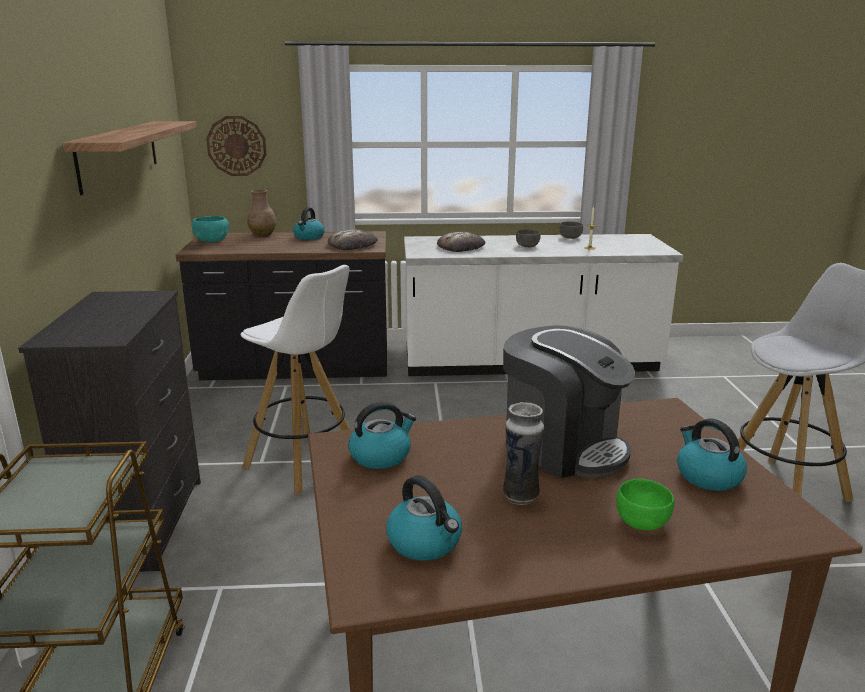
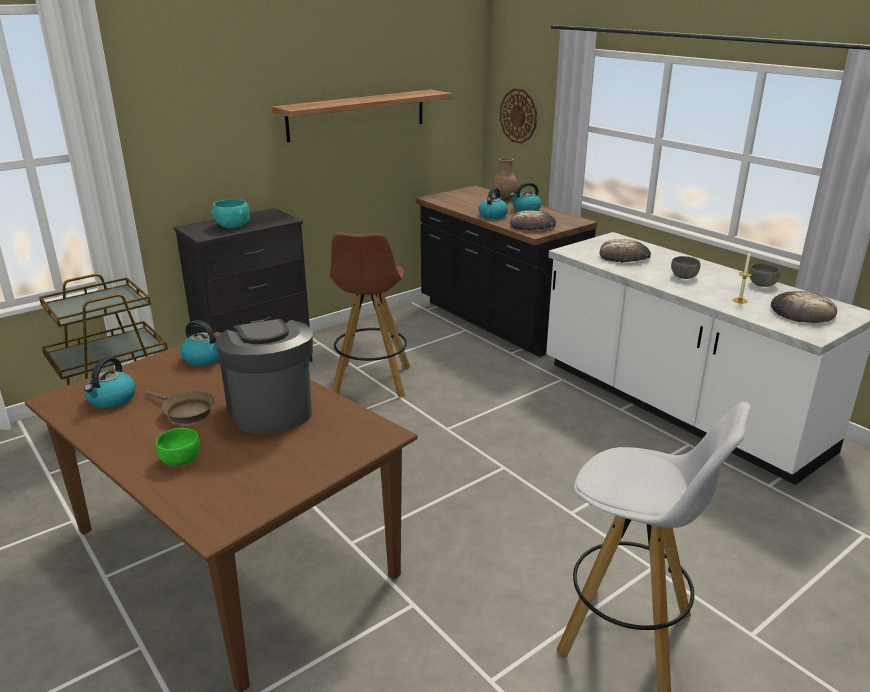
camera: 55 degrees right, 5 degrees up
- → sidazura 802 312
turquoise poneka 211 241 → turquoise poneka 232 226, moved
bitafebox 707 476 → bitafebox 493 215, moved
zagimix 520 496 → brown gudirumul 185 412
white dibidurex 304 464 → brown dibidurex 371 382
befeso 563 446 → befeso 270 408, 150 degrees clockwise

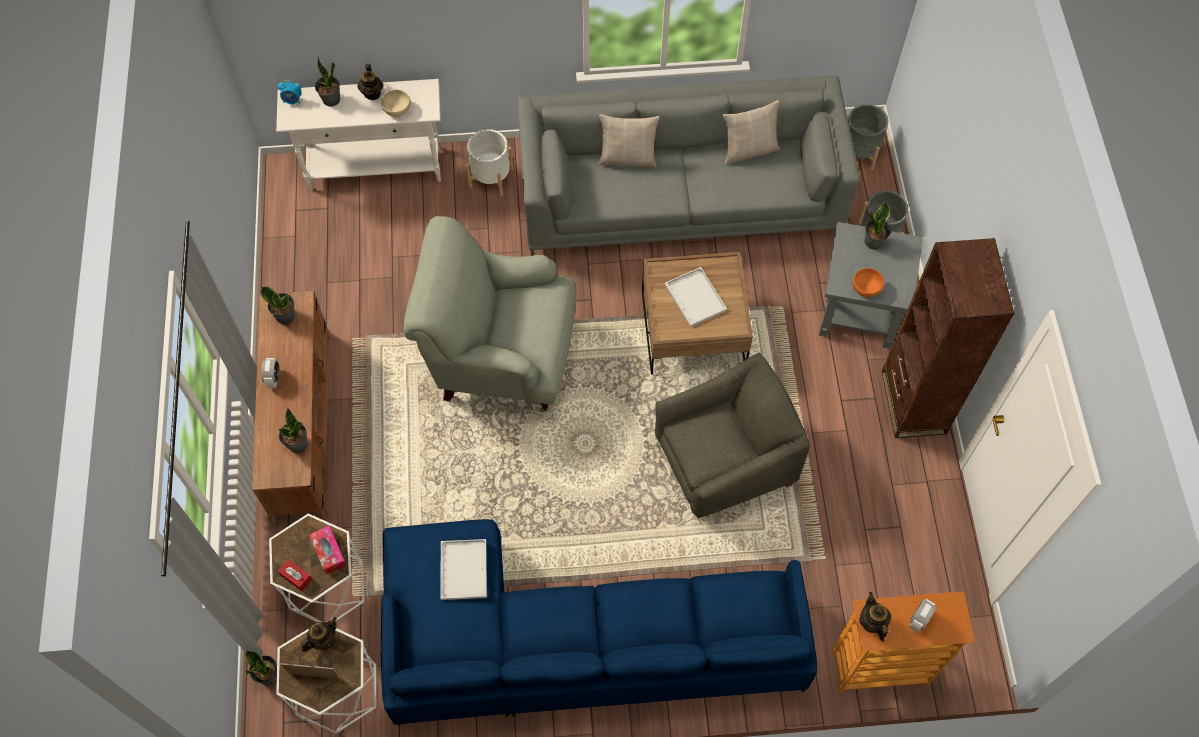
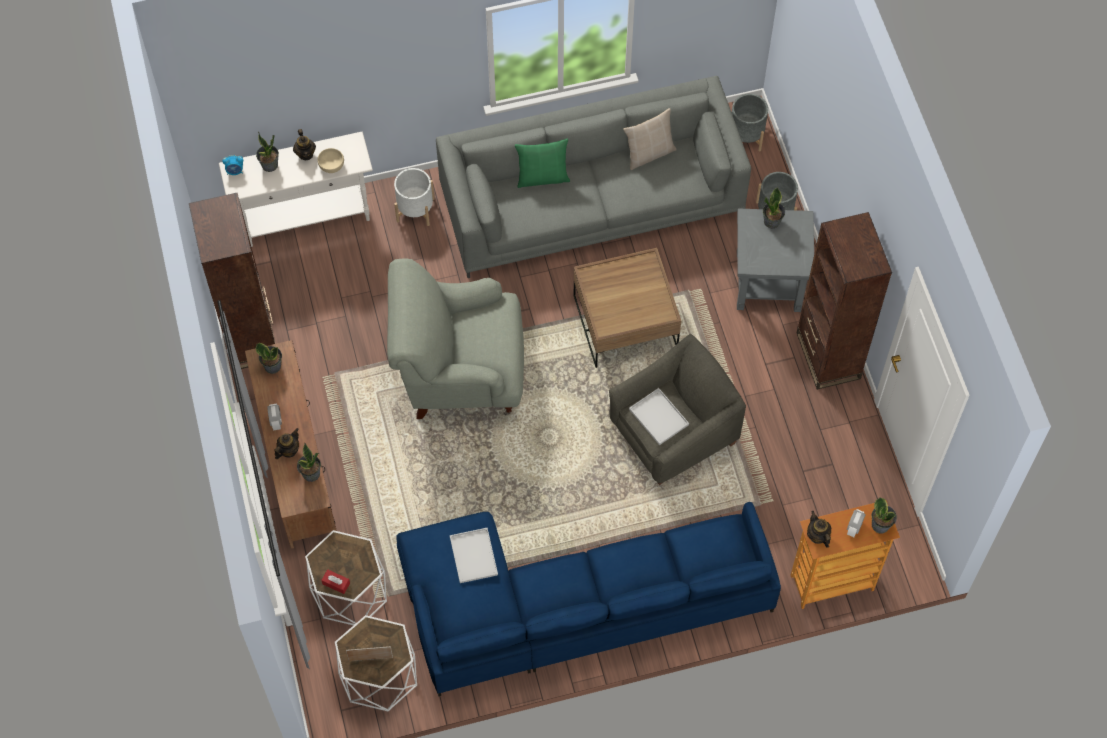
camera: 10 degrees left, 0 degrees up
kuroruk 329 552 → -
orange poneka 866 287 → -
- → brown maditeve 250 337
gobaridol 269 675 → gobaridol 880 525, moved
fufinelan 323 640 → fufinelan 288 450, moved
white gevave 694 297 → white gevave 657 416, moved
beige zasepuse 627 158 → green zasepuse 542 177

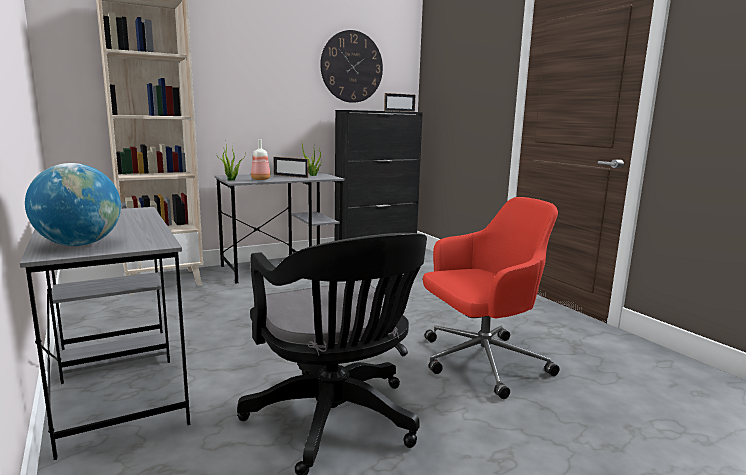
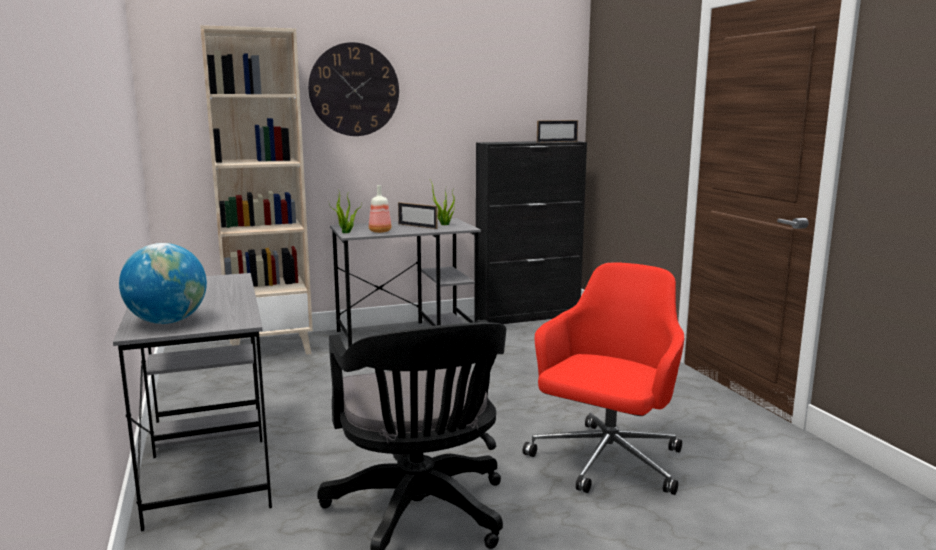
camera: 10 degrees right, 0 degrees up
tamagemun 352 67 → tamagemun 354 90, moved
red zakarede 480 362 → red zakarede 606 462, 45 degrees counterclockwise

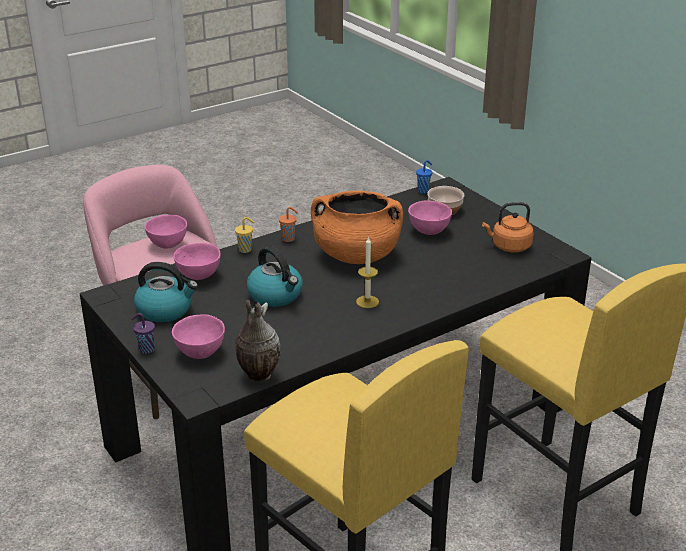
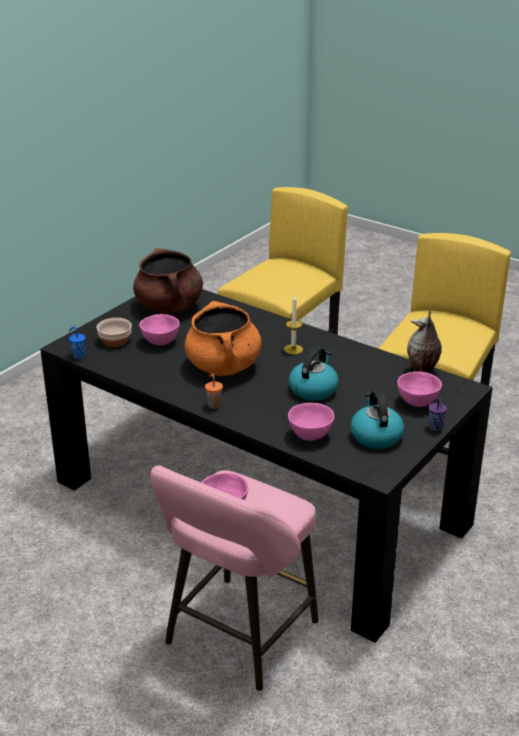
camera: 110 degrees left, 0 degrees up
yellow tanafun 246 250 → -
orange bitafebox 509 246 → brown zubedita 169 307

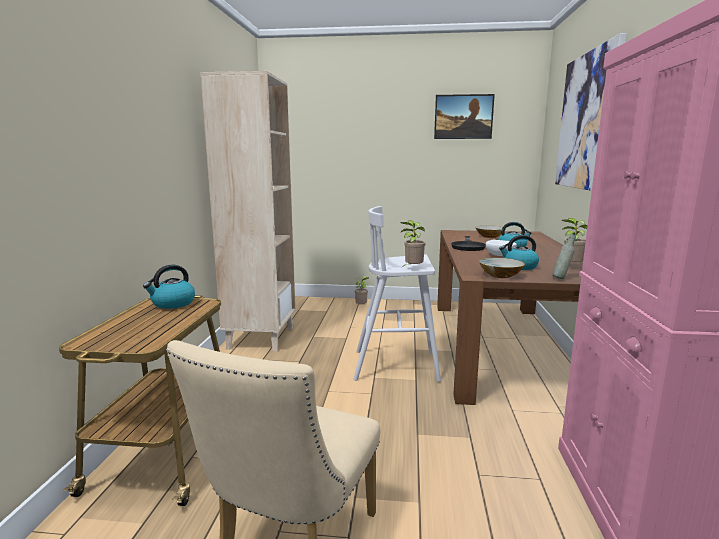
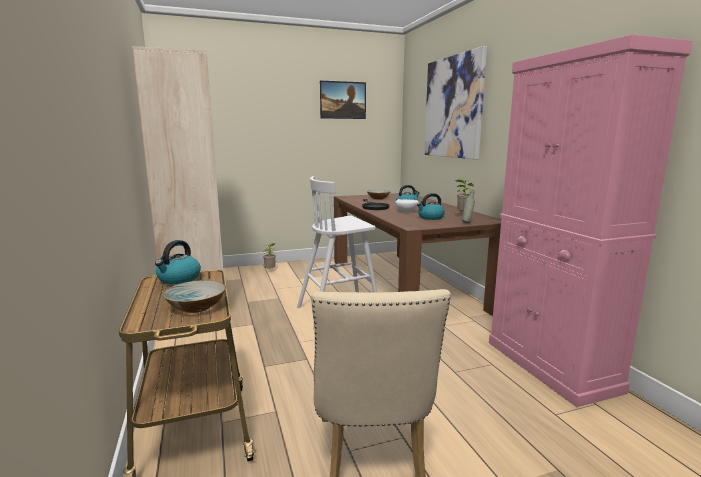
camera: 25 degrees left, 0 degrees up
gobaridol 412 269 → -
poneka 500 275 → poneka 196 307, moved

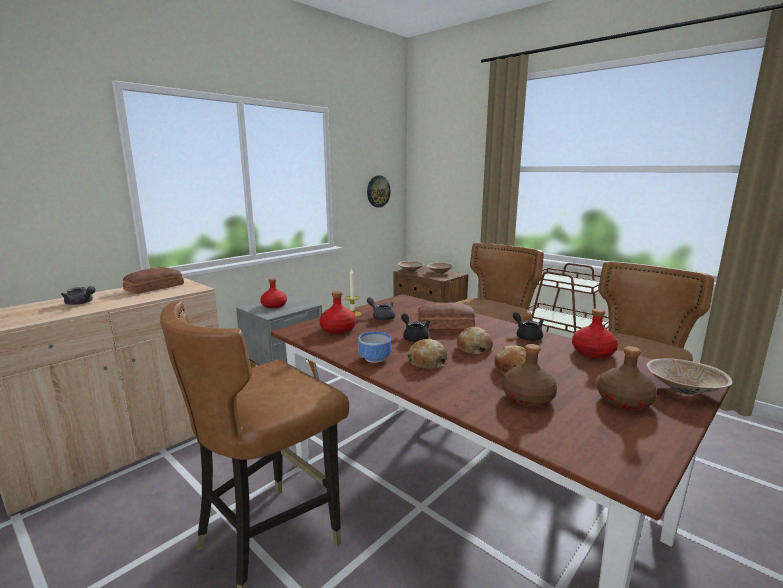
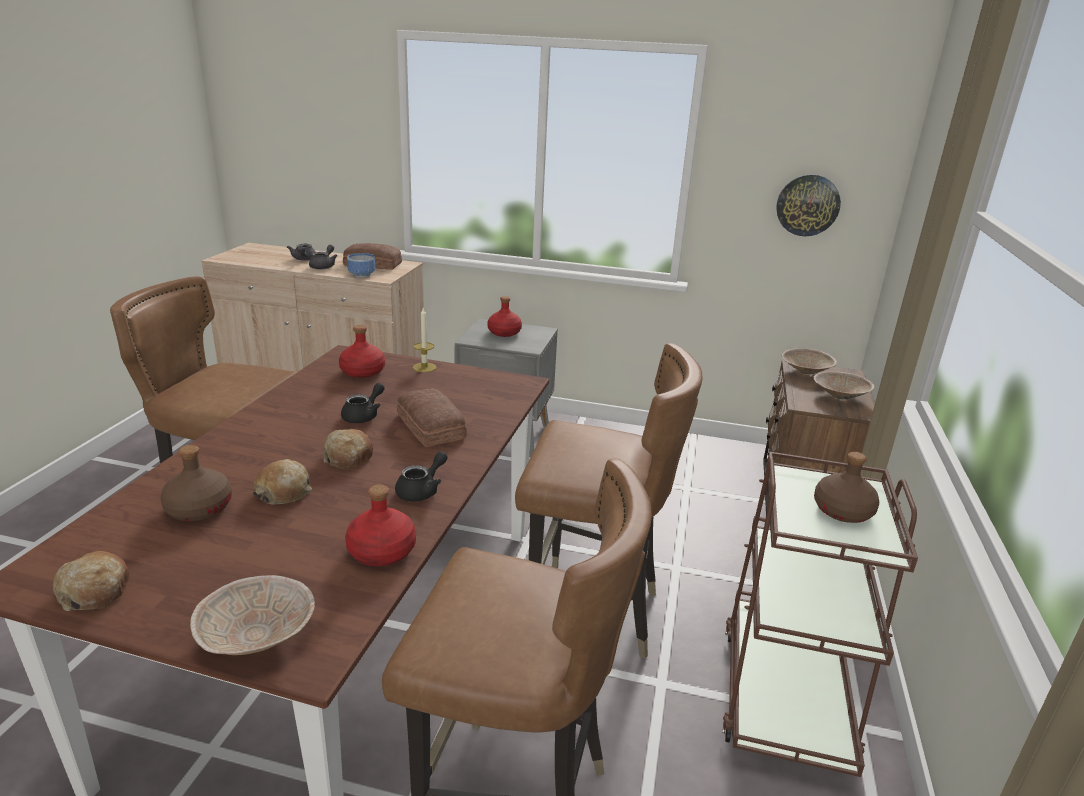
camera: 60 degrees right, 10 degrees up
poneka 374 359 → poneka 360 275, moved
grey fufinelan 381 317 → grey fufinelan 324 266, moved
sidazura 427 361 → sidazura 95 591, moved
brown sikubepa 624 401 → brown sikubepa 842 511, moved

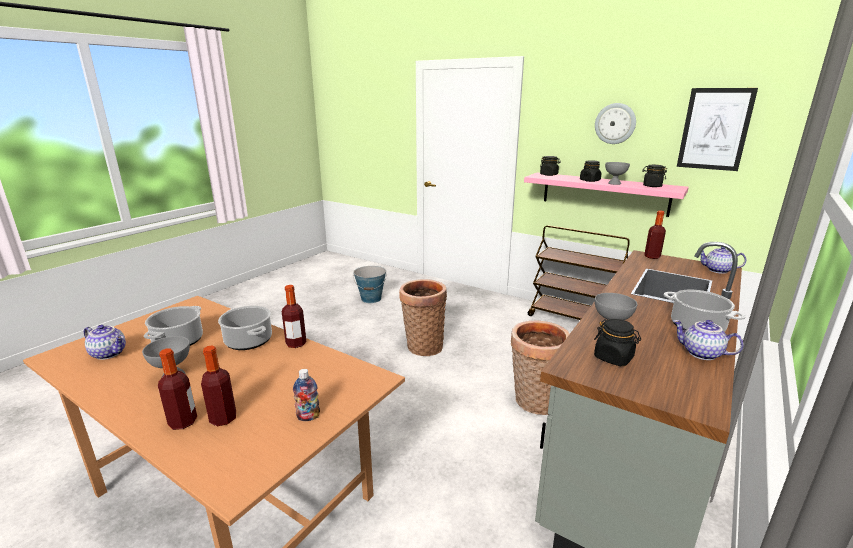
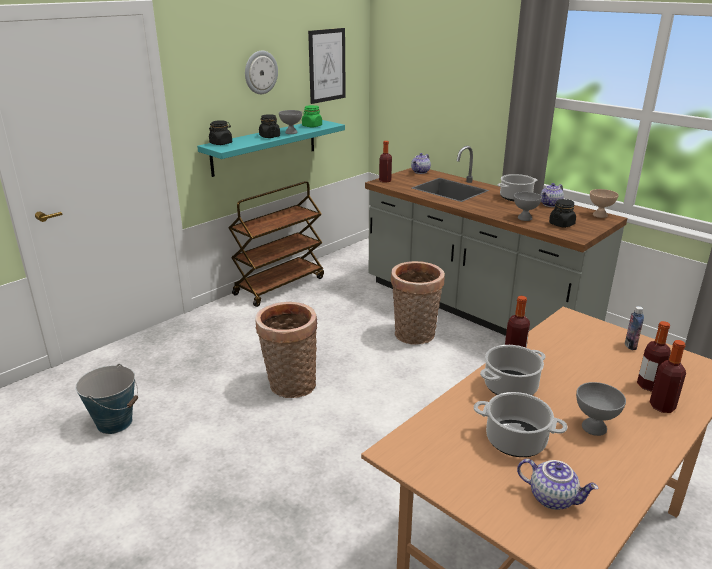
camera: 80 degrees left, 5 degrees up
- → beige poneka 600 215
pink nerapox 604 193 → turquoise nerapox 264 147
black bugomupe 652 186 → green bugomupe 312 126
fufinelan 110 353 → fufinelan 553 497, 90 degrees clockwise

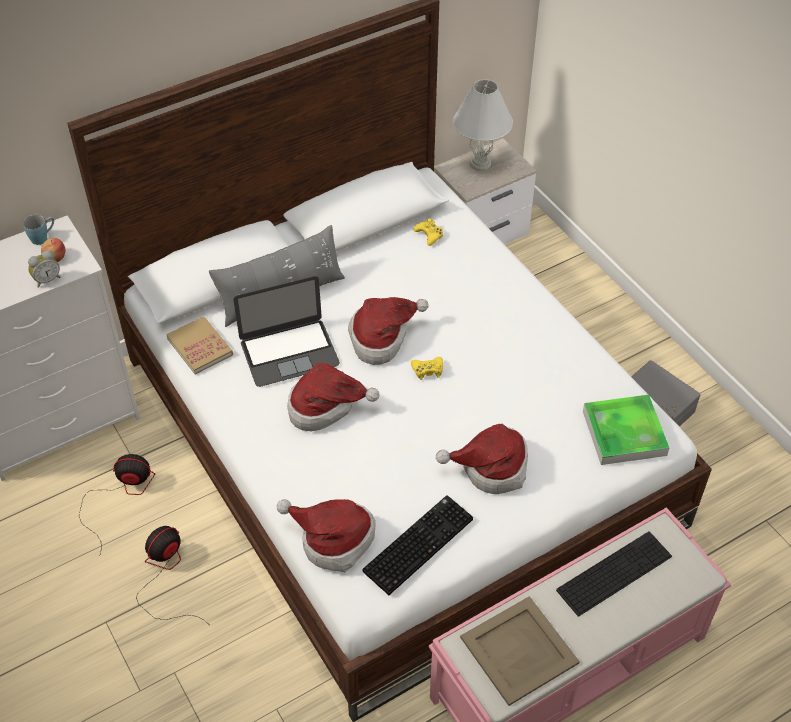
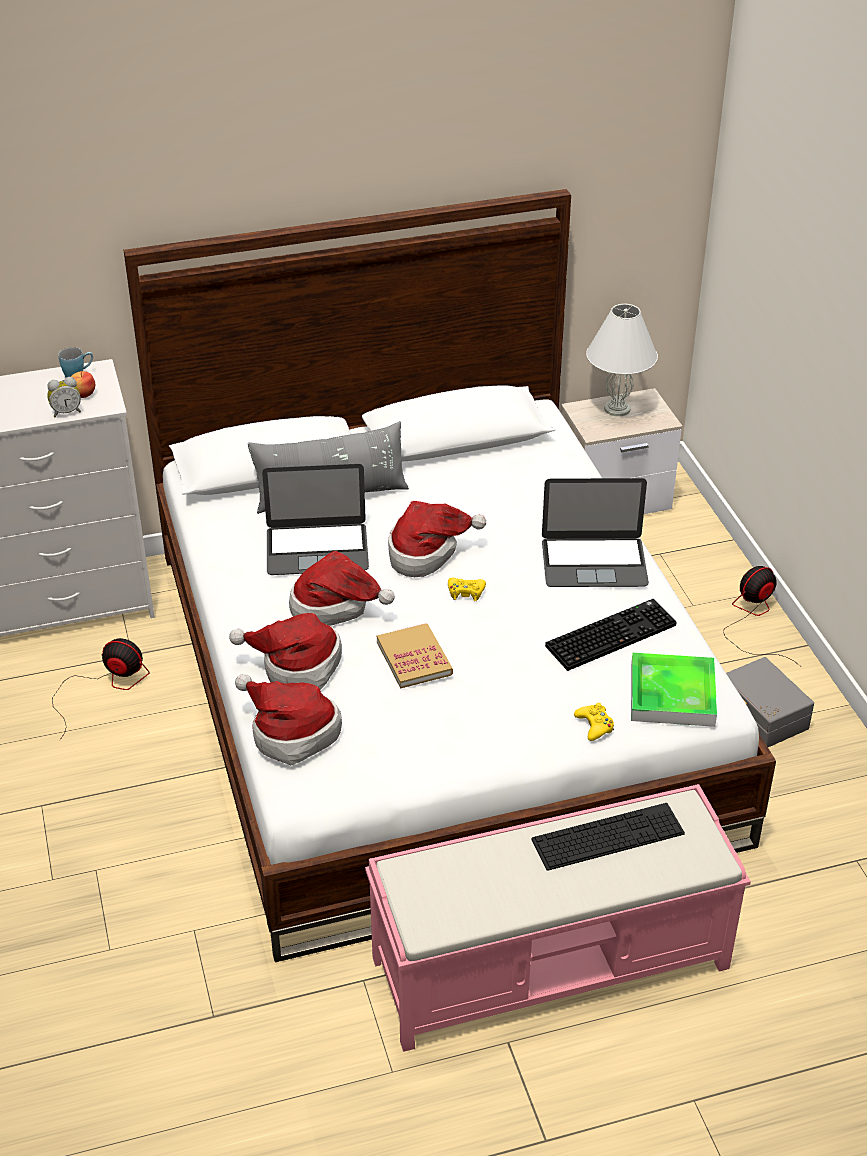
camera: 15 degrees right, 10 degrees down
beige gevave 520 650 → -
- → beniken 594 562
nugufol 166 575 → nugufol 754 619, moved
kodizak 200 347 → kodizak 414 658, moved
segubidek 418 543 → segubidek 611 634, moved
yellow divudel 429 235 → yellow divudel 594 726, moved
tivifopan 490 468 → tivifopan 296 666, moved

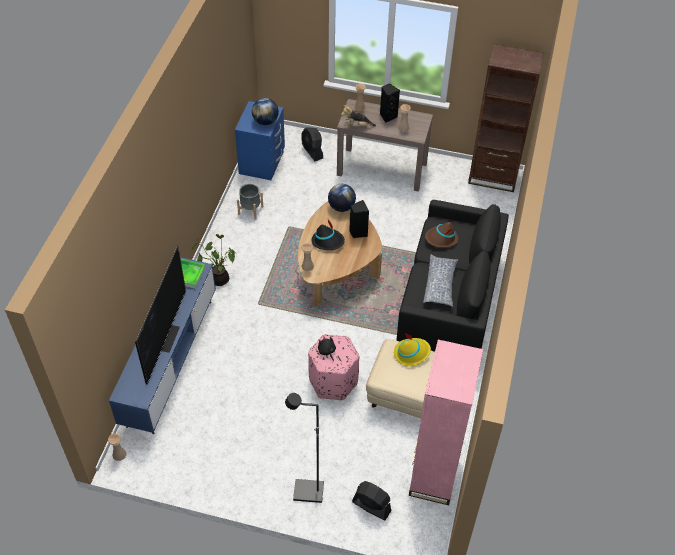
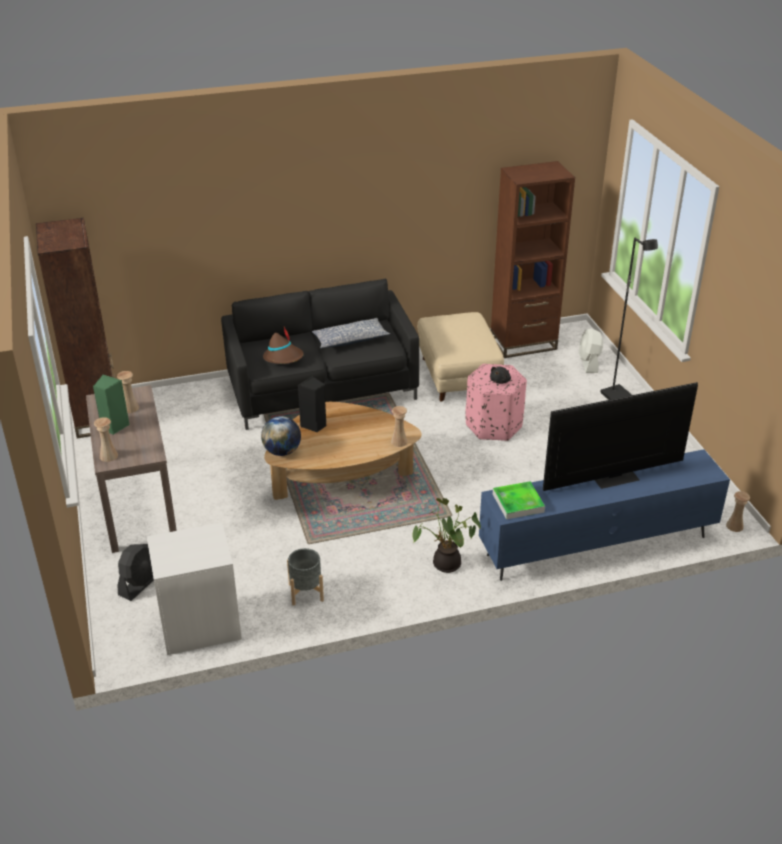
camera: 120 degrees left, 15 degrees down
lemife 265 121 → -
black tivifopan 328 241 → -
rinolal 357 126 → -
yellow tivifopan 411 353 → -
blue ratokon 262 163 → white ratokon 200 624
black nugufol 371 506 → white nugufol 589 363
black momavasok 387 116 → green momavasok 114 427
pink maditeve 434 474 → brown maditeve 523 344

